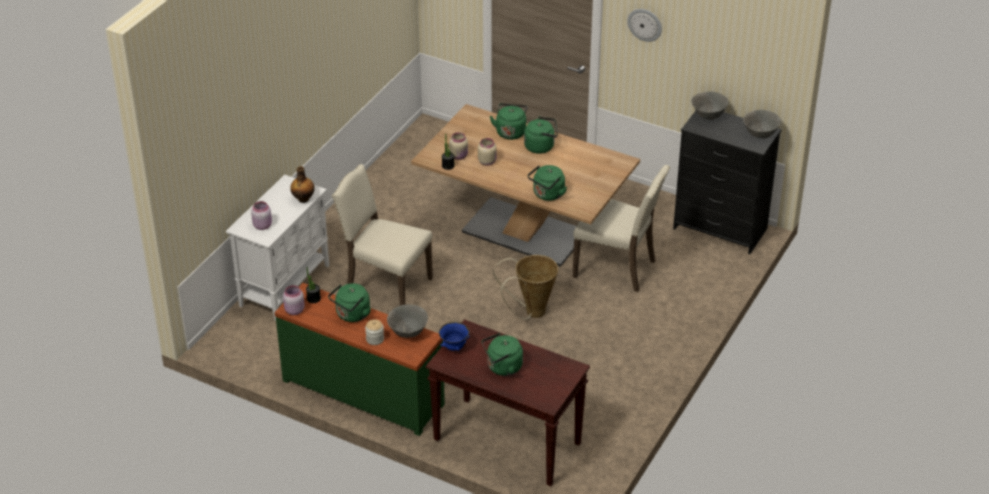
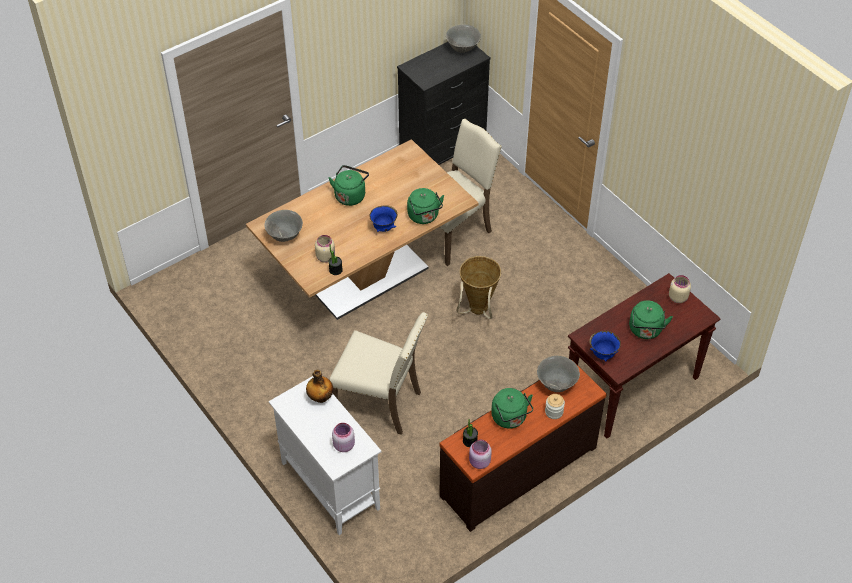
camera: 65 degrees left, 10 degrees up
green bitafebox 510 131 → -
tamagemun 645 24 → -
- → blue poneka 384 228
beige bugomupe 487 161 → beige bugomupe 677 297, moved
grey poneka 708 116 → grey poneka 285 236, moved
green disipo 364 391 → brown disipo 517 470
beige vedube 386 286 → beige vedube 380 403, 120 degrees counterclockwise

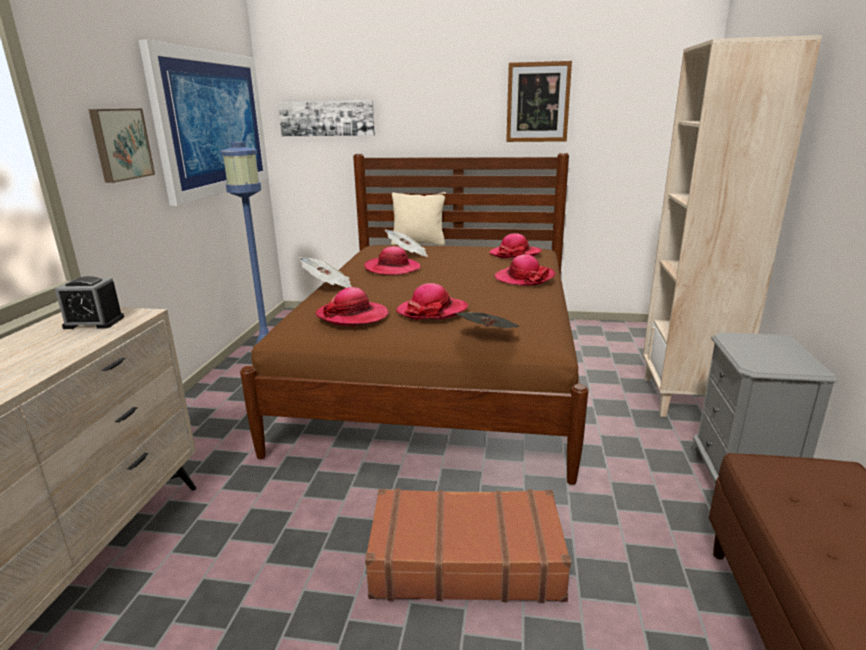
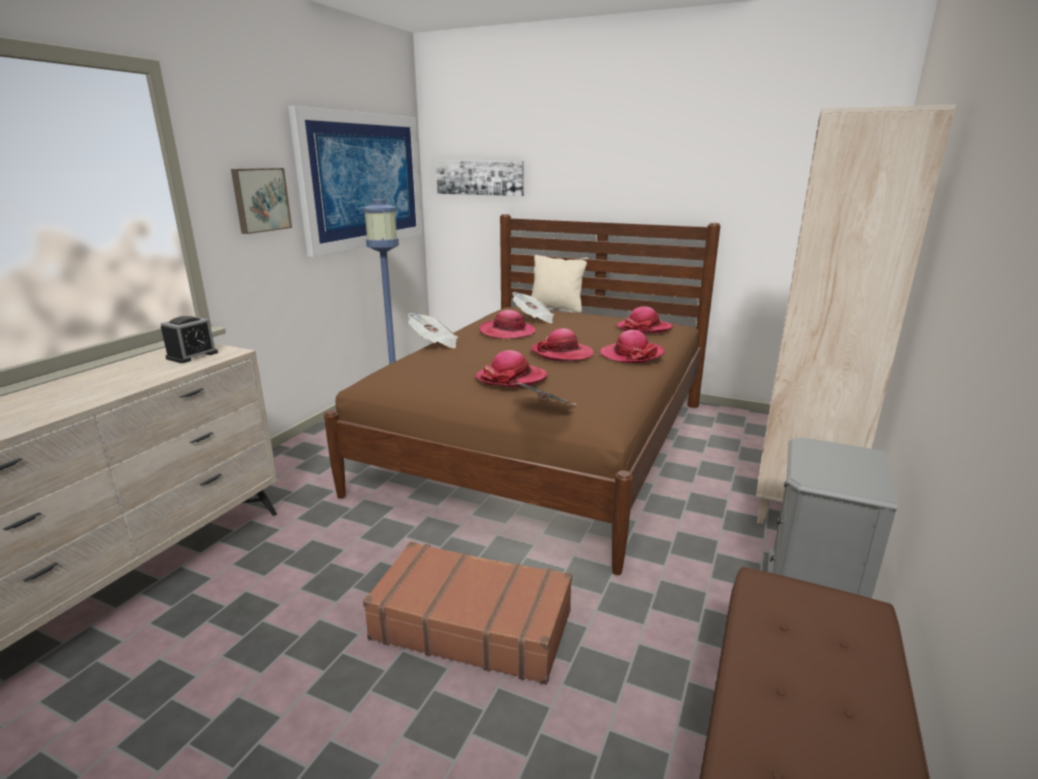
camera: 15 degrees right, 0 degrees up
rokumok 538 102 → -
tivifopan 352 316 → tivifopan 562 353, moved
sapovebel 94 322 → sapovebel 192 355, 75 degrees counterclockwise

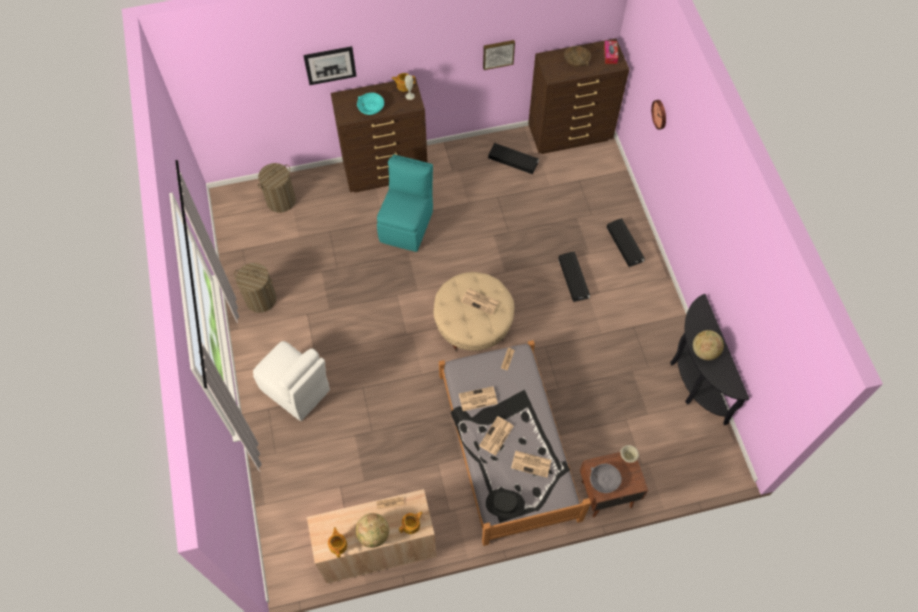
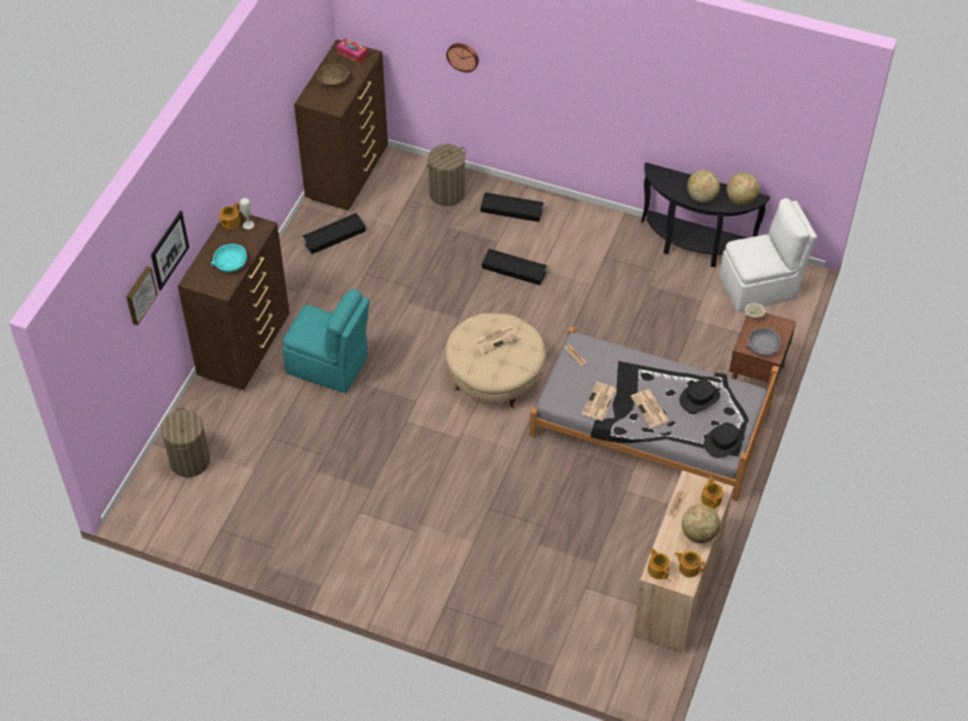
camera: 55 degrees left, 10 degrees down
- → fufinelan 658 569
- → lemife 741 199
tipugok 261 299 → tipugok 447 193, moved
white vedube 296 391 → white vedube 760 287, moved
rokumok 498 53 → rokumok 139 295, moved
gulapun 531 464 → black tivifopan 699 398
turquoise vedube 407 225 → turquoise vedube 329 366, 150 degrees clockwise

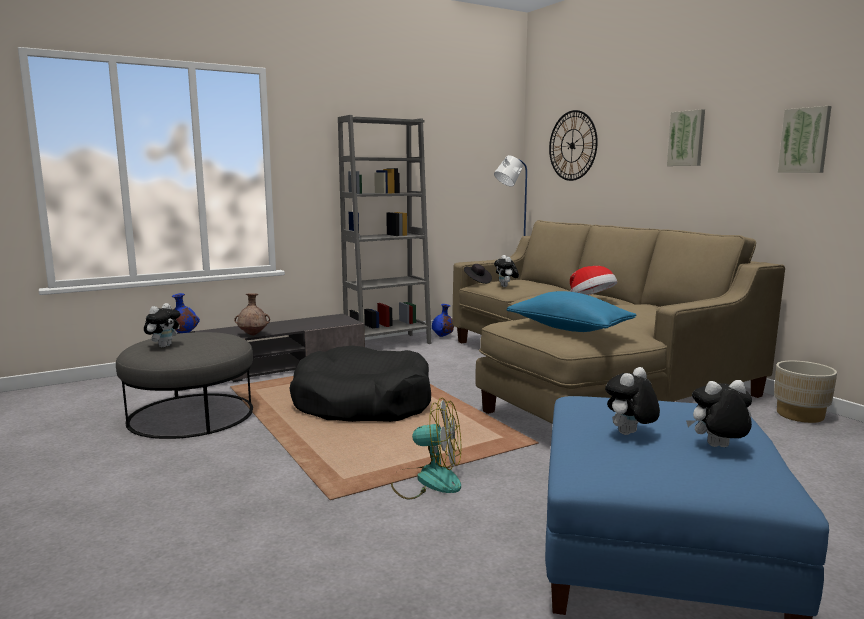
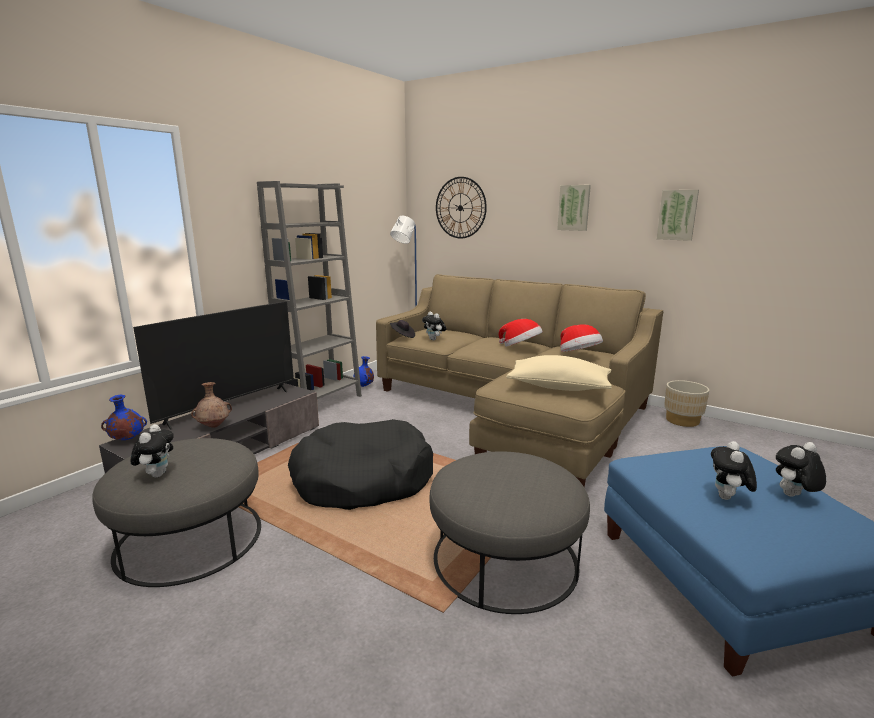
camera: 25 degrees left, 5 degrees up
- → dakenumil 229 406
- → tivifopan 579 355
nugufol 427 480 → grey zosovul 504 558
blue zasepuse 569 328 → beige zasepuse 558 387

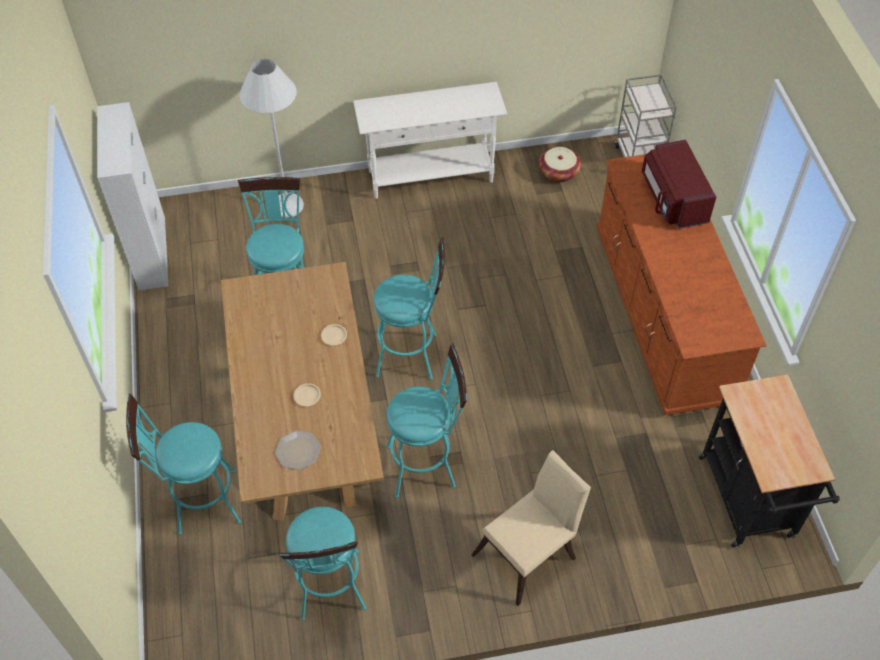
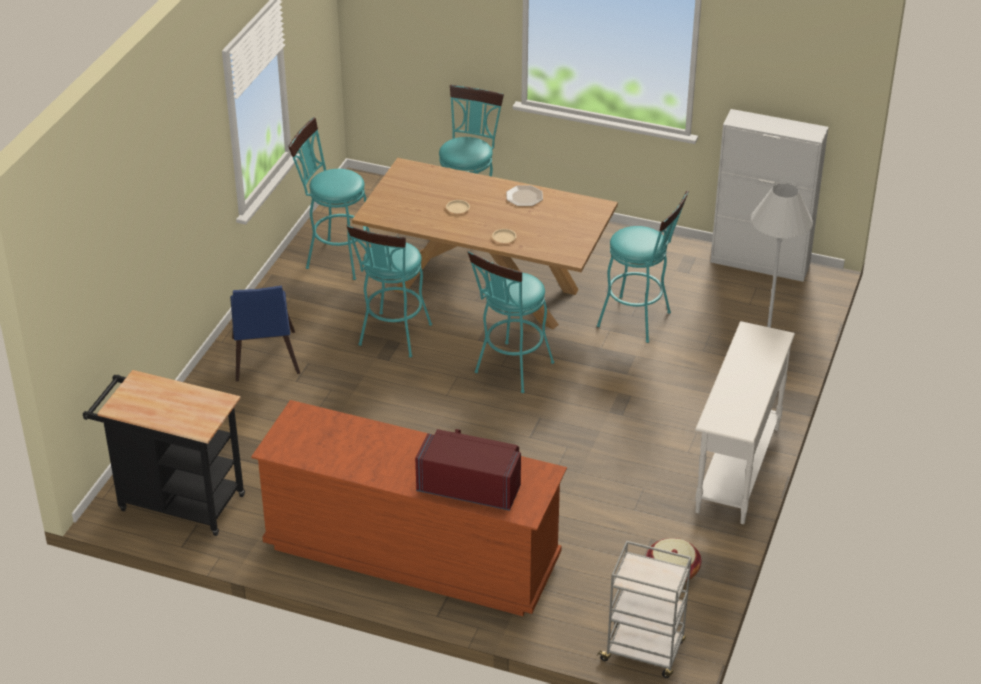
camera: 120 degrees right, 15 degrees down
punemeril 298 450 → punemeril 524 197, moved
beige vedube 530 553 → blue vedube 264 360

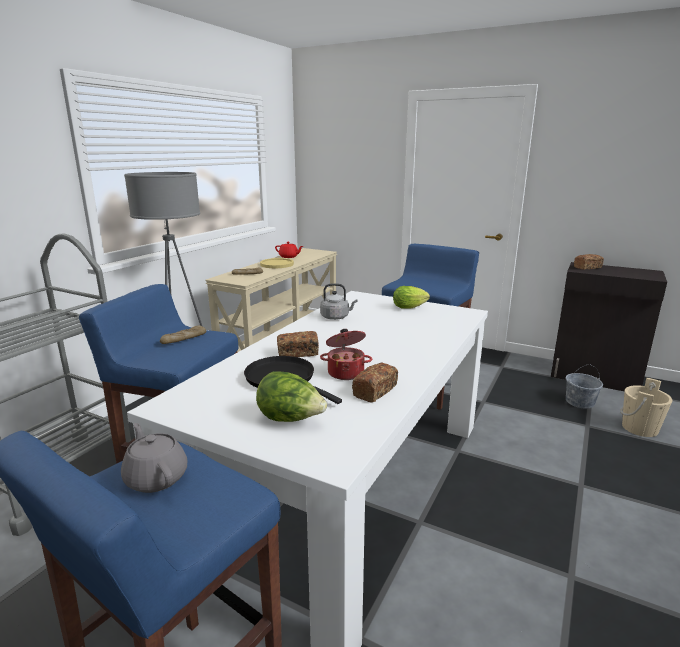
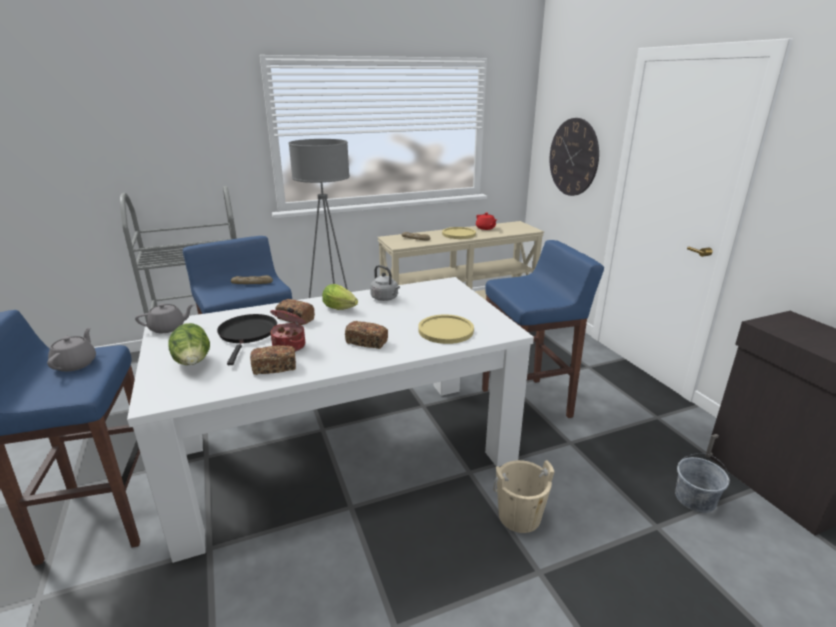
camera: 40 degrees right, 5 degrees up
- → grey fufinelan 168 328
- → yellow punemeril 446 330
- → tamagemun 573 157
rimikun 411 307 → rimikun 341 309, moved
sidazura 587 267 → sidazura 367 342, moved
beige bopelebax 639 428 → beige bopelebax 519 516, moved

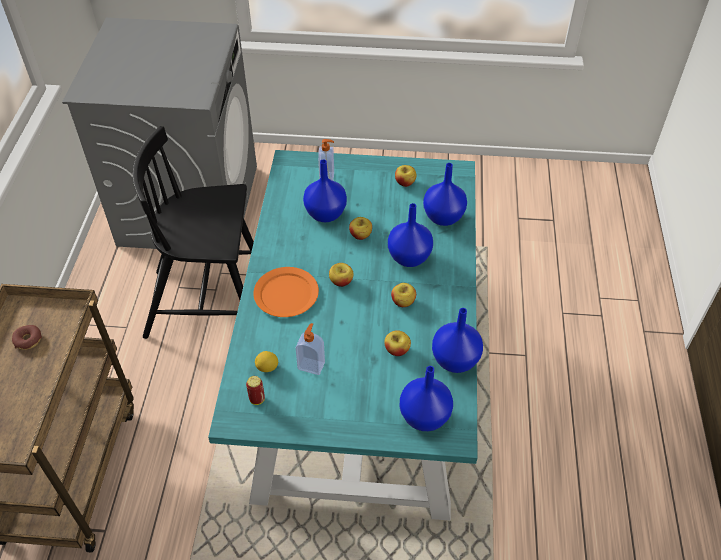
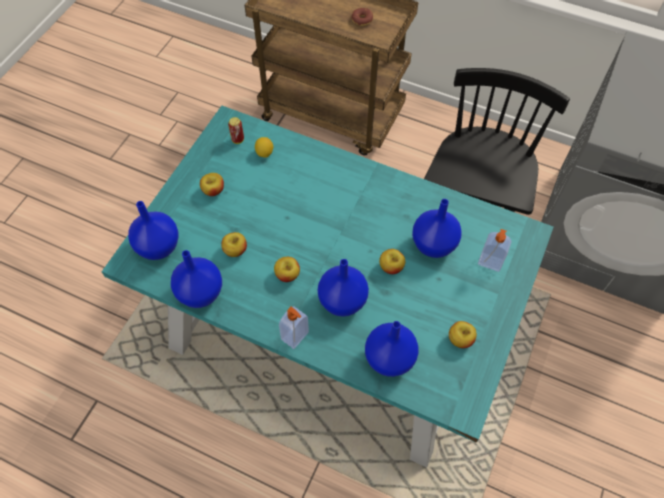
camera: 110 degrees right, 10 degrees up
orange punemeril 286 293 → -
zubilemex 311 365 → zubilemex 295 336, moved
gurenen 341 281 → gurenen 213 190, moved

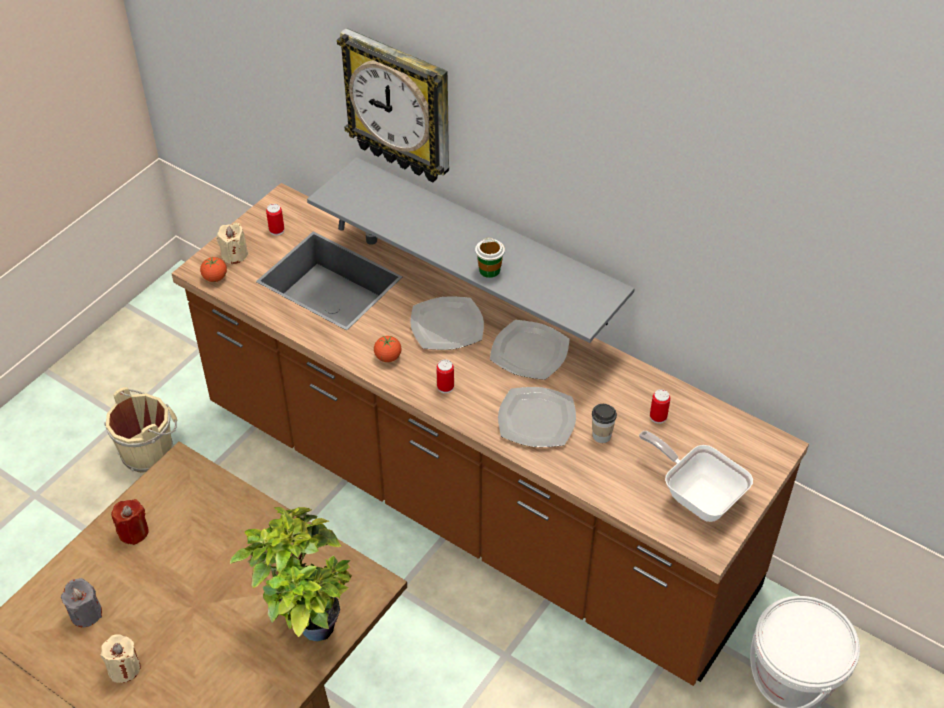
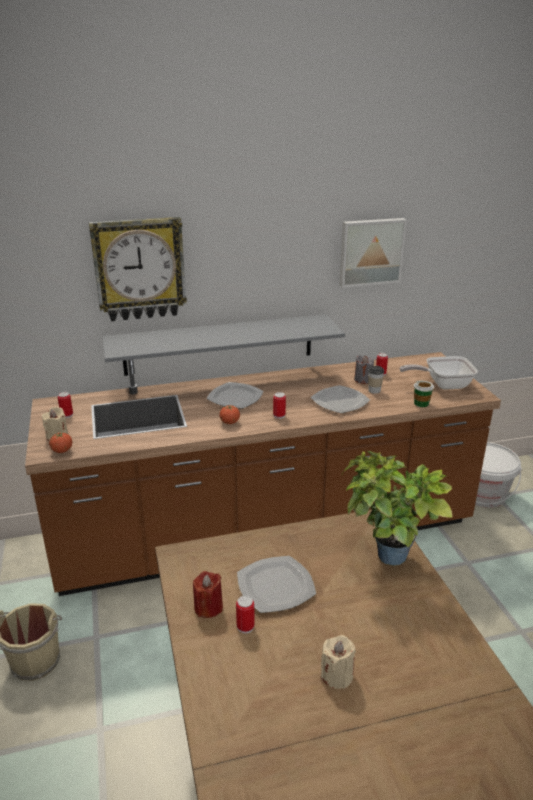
camera: 50 degrees left, 20 degrees down
- → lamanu 245 626
- → rokumok 370 252
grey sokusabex 86 613 → grey sokusabex 363 379, moved
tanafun 489 270 → tanafun 421 403, moved
punemeril 529 351 → punemeril 274 586, moved

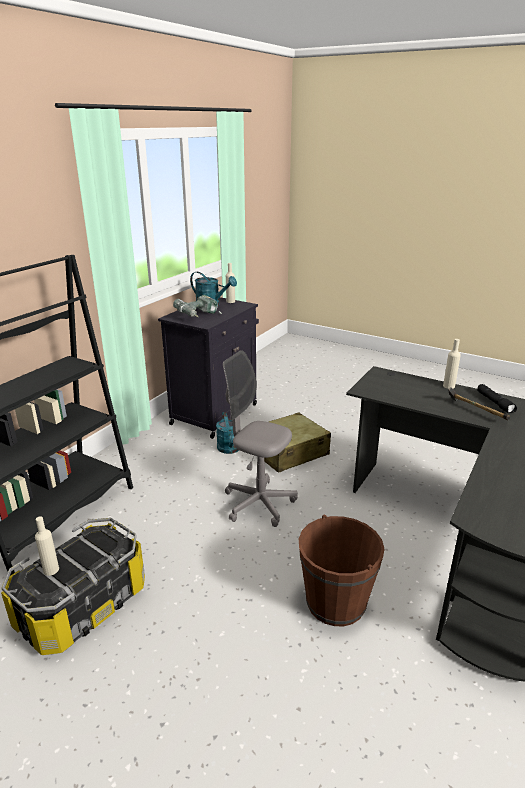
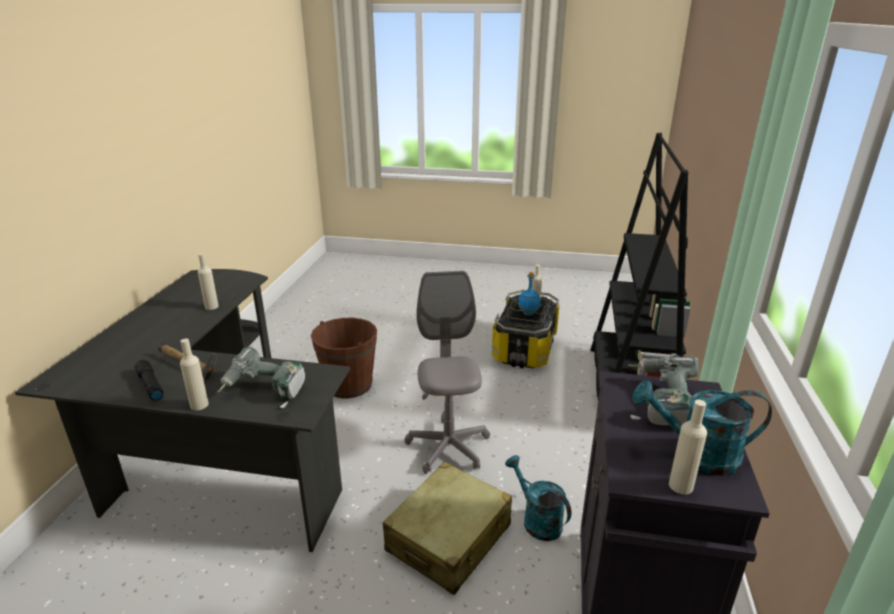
camera: 160 degrees right, 0 degrees up
- → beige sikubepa 211 306
- → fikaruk 264 391
- → blue sikubepa 528 314
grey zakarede 259 503 → grey zakarede 448 447, 105 degrees counterclockwise

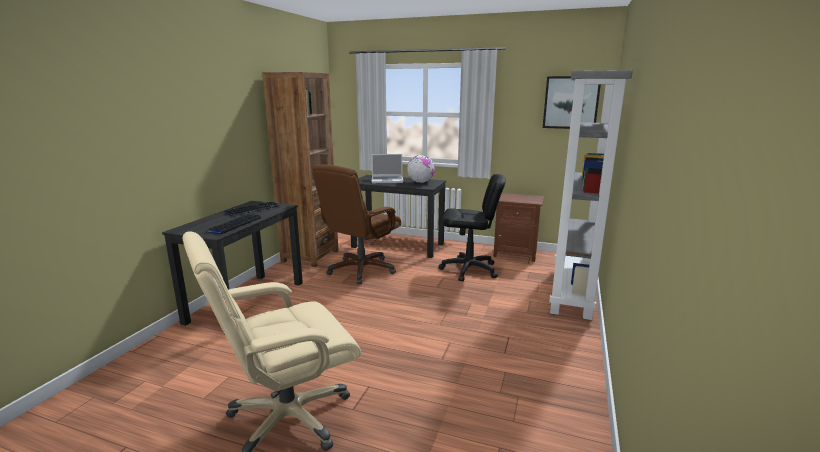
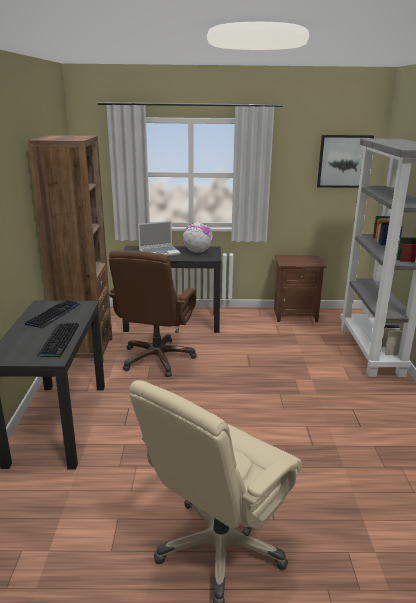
camera: 20 degrees left, 5 degrees up
black zakarede 469 270 → -

